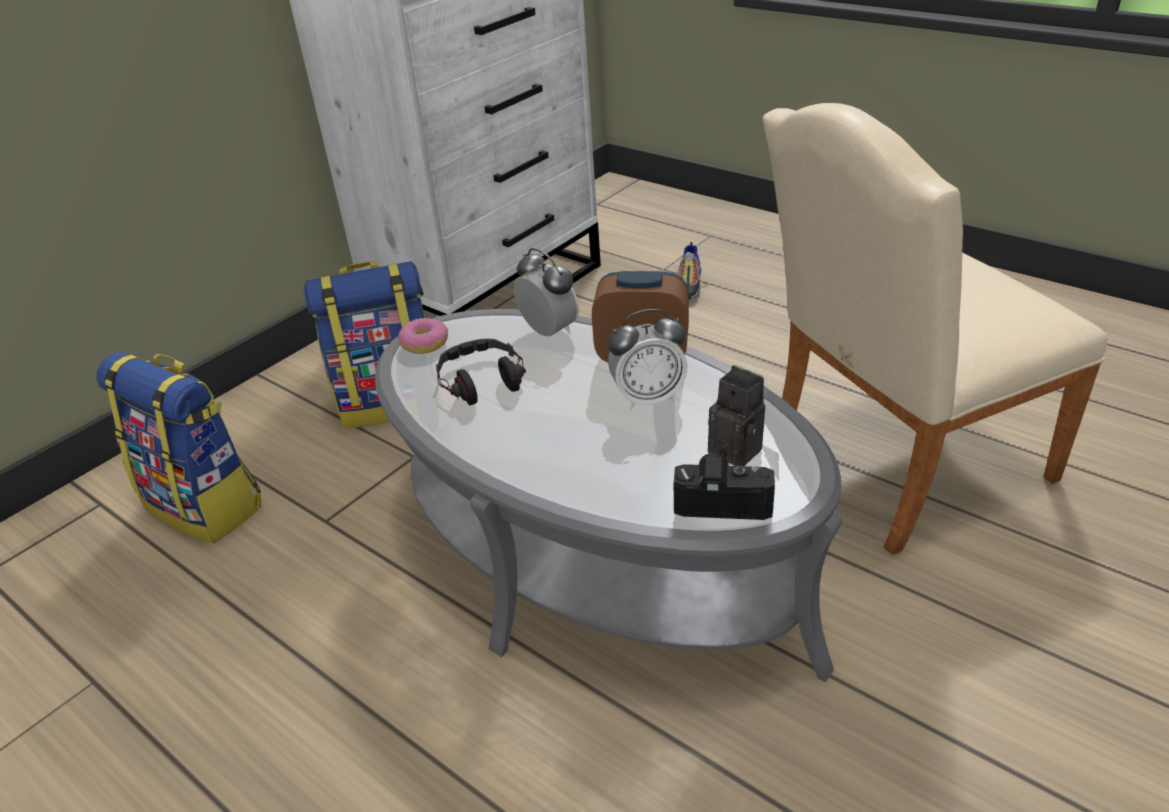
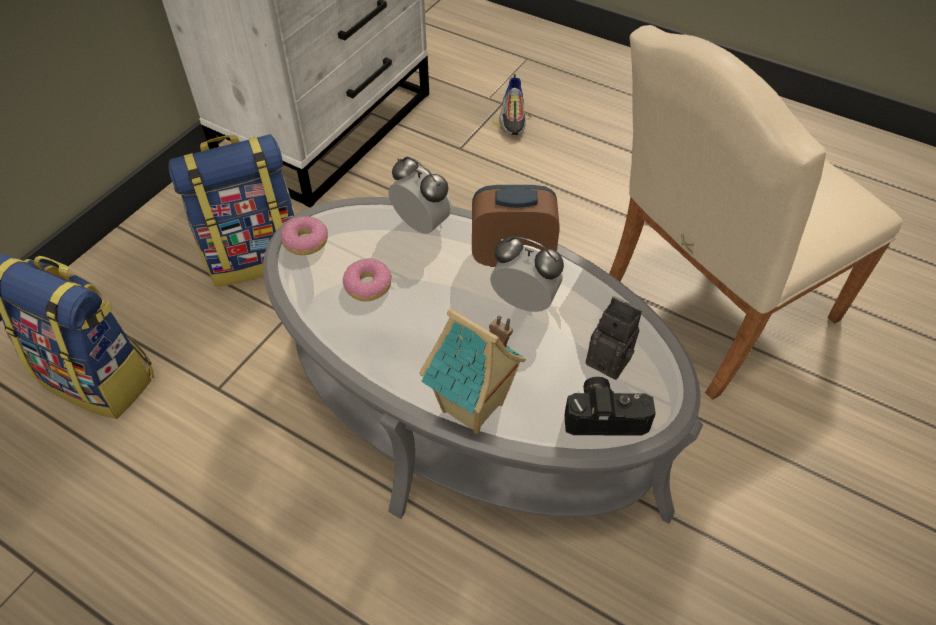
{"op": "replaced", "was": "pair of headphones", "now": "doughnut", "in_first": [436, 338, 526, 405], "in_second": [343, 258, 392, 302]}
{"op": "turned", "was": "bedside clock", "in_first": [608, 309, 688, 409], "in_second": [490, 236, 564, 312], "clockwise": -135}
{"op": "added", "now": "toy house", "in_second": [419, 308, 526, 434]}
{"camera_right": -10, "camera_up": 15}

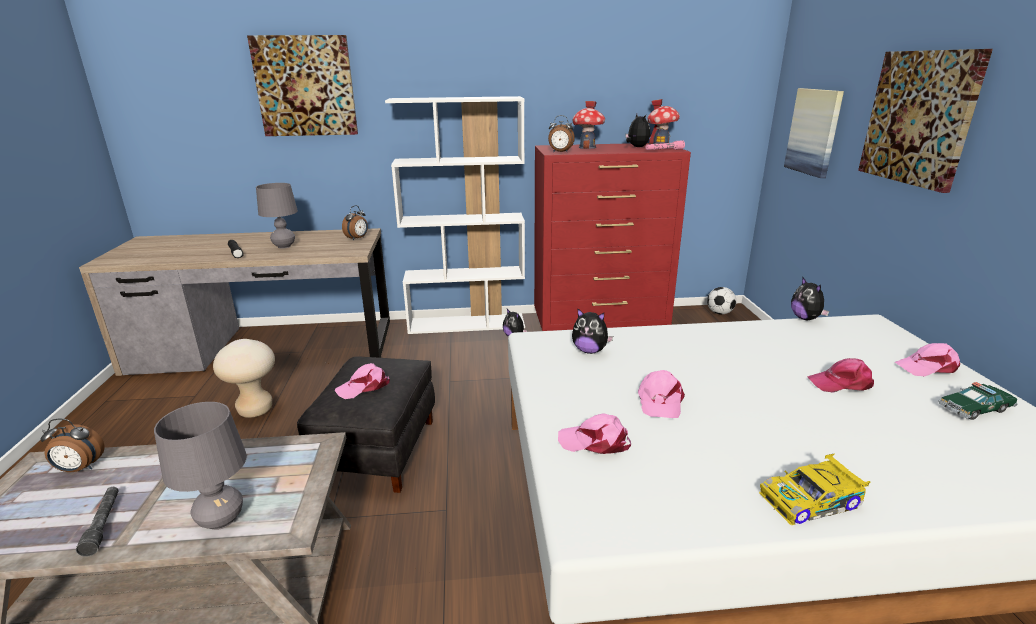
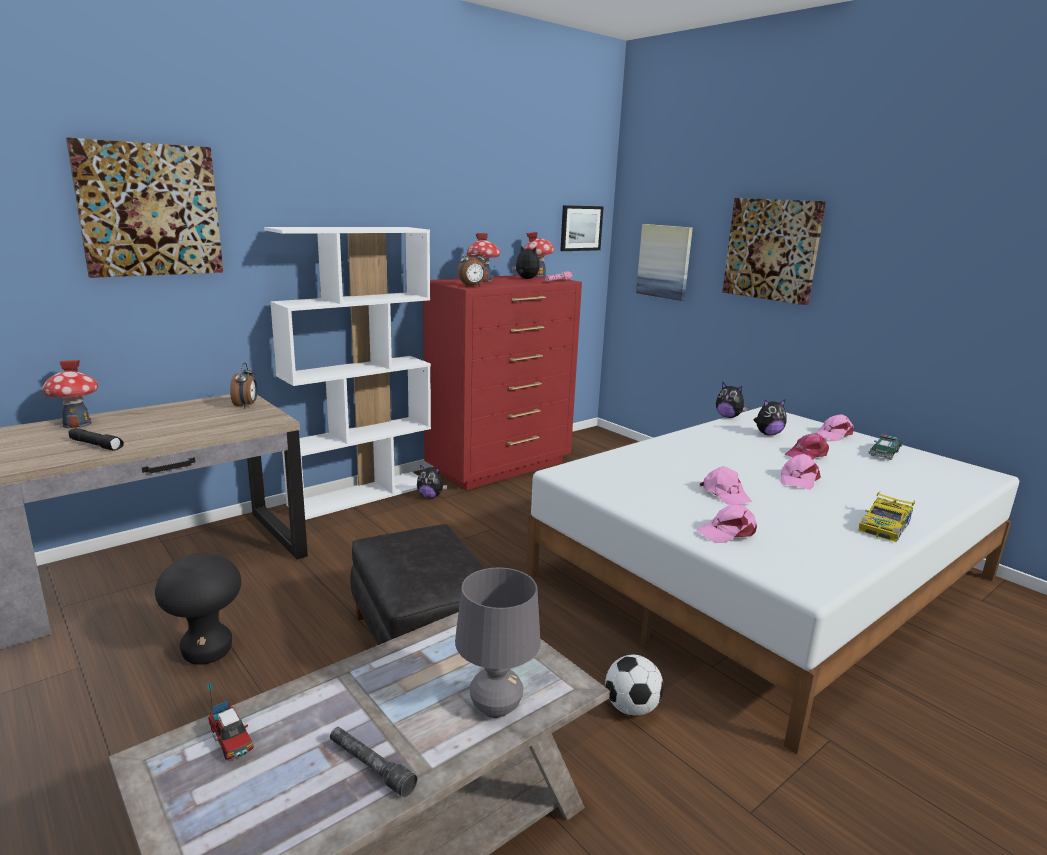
{"op": "replaced", "was": "bedside clock", "now": "toy truck", "in_first": [40, 419, 105, 472], "in_second": [207, 682, 254, 760]}
{"op": "recoloured", "was": "beige-coloured sitting stool", "now": "black-coloured sitting stool", "in_first": [213, 339, 275, 418], "in_second": [155, 553, 241, 665]}
{"op": "removed", "was": "gray tabletop lamp", "in_first": [256, 183, 298, 248]}
{"op": "moved", "was": "pink baseball cap", "in_first": [335, 363, 390, 399], "in_second": [780, 454, 821, 490]}
{"op": "moved", "was": "soft toy", "in_first": [572, 309, 613, 354], "in_second": [754, 399, 787, 436]}
{"op": "moved", "was": "football", "in_first": [707, 287, 736, 315], "in_second": [605, 655, 664, 716]}
{"op": "added", "now": "toy house", "in_second": [42, 360, 98, 428]}
{"op": "added", "now": "wall picture", "in_second": [560, 205, 604, 251]}
{"camera_right": -35, "camera_up": -5}

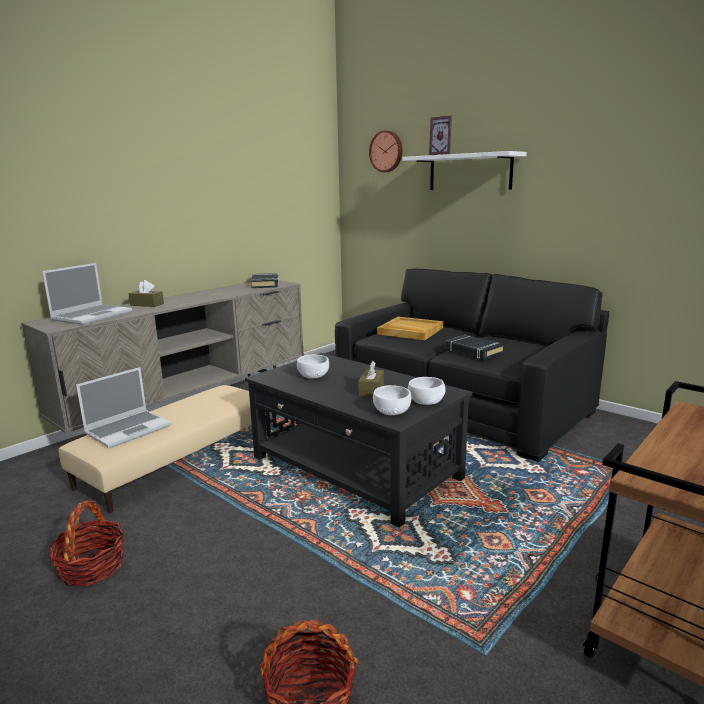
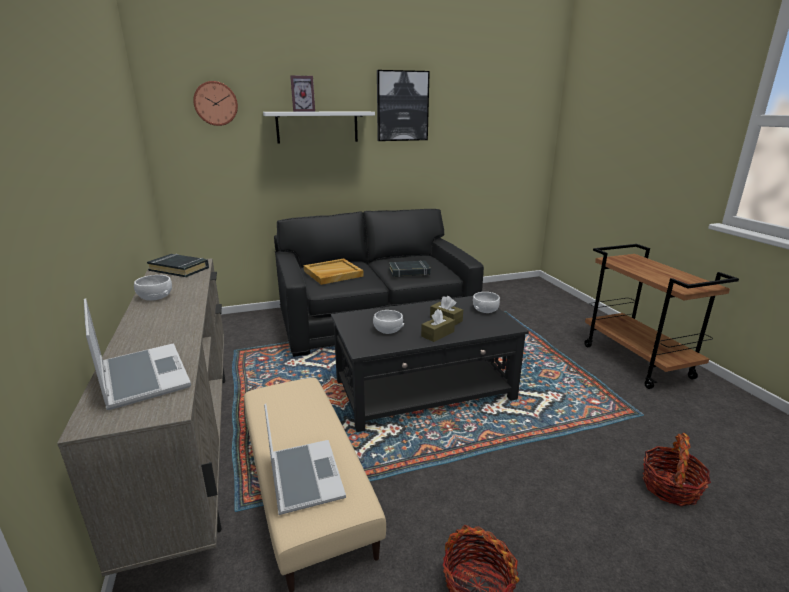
{"op": "moved", "was": "brownish tissue holder", "in_first": [128, 280, 164, 307], "in_second": [421, 309, 455, 342]}
{"op": "moved", "was": "whitish deep dish", "in_first": [373, 385, 411, 415], "in_second": [134, 275, 172, 301]}
{"op": "added", "now": "wall picture", "in_second": [377, 70, 430, 141]}
{"camera_right": -60, "camera_up": 5}

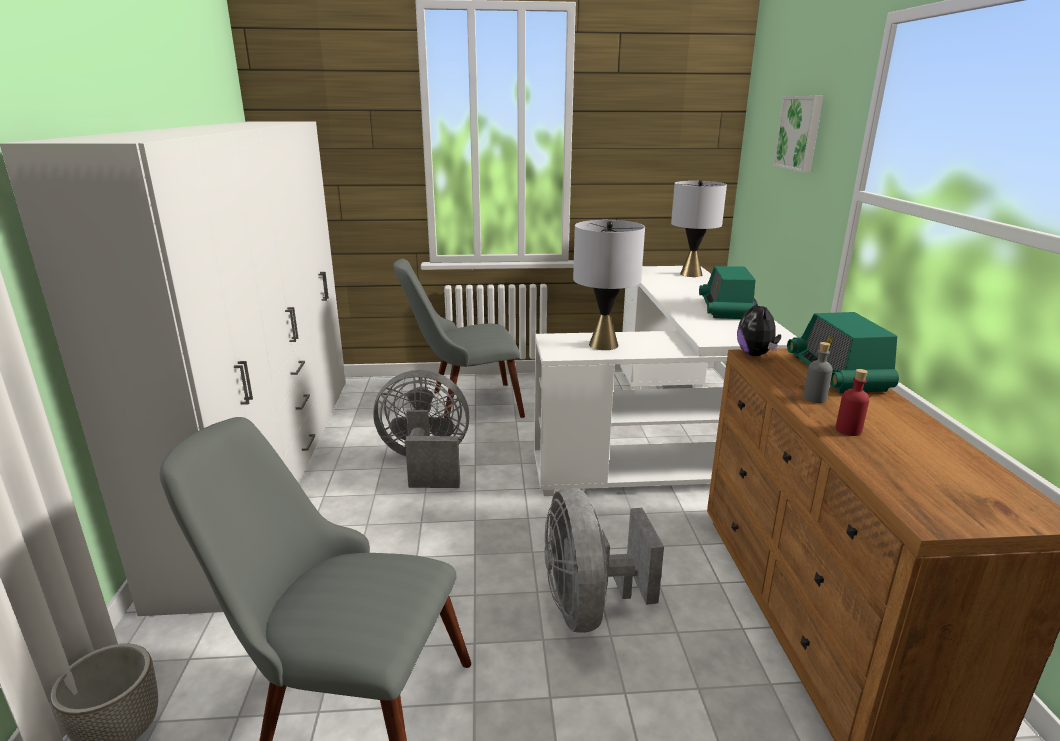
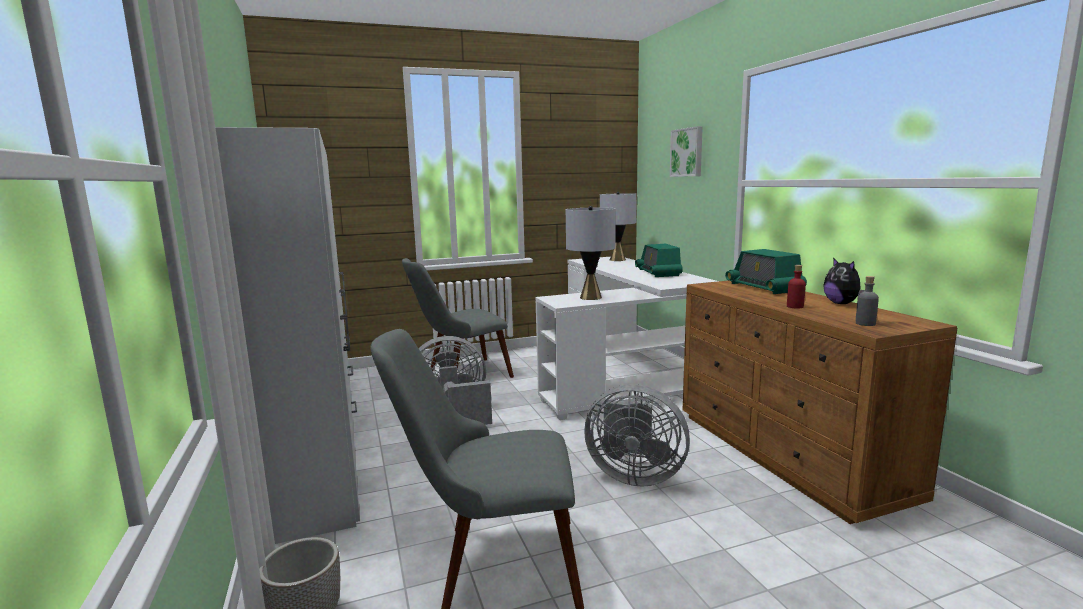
{"op": "turned", "was": "gray electric fan", "in_first": [544, 488, 664, 633], "in_second": [584, 384, 690, 487], "clockwise": -45}
{"op": "moved", "was": "soft toy", "in_first": [737, 298, 781, 356], "in_second": [823, 257, 865, 304]}
{"op": "moved", "was": "gray beverage bottle", "in_first": [803, 342, 833, 403], "in_second": [855, 276, 879, 326]}
{"camera_right": -15, "camera_up": -10}

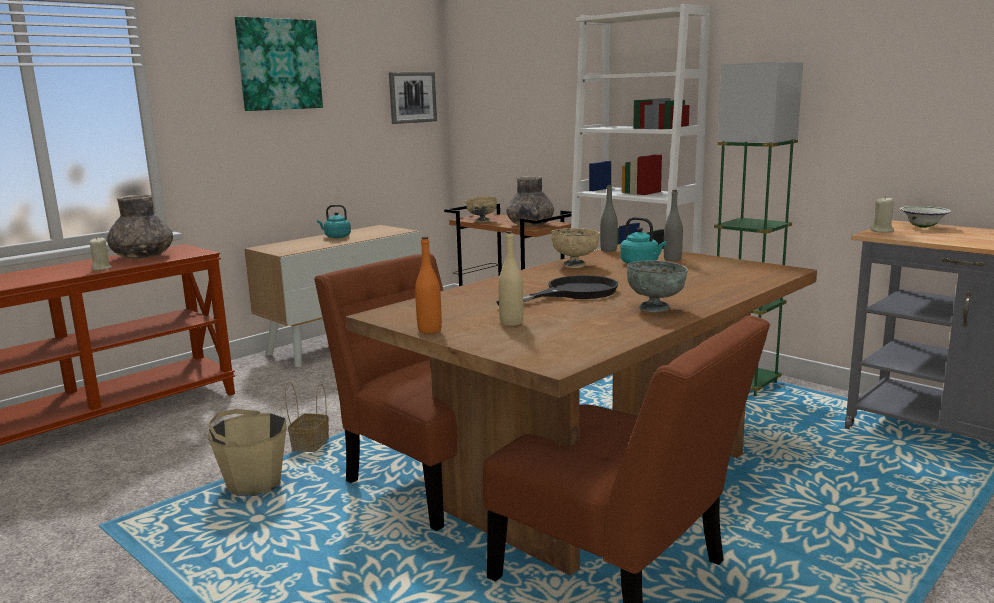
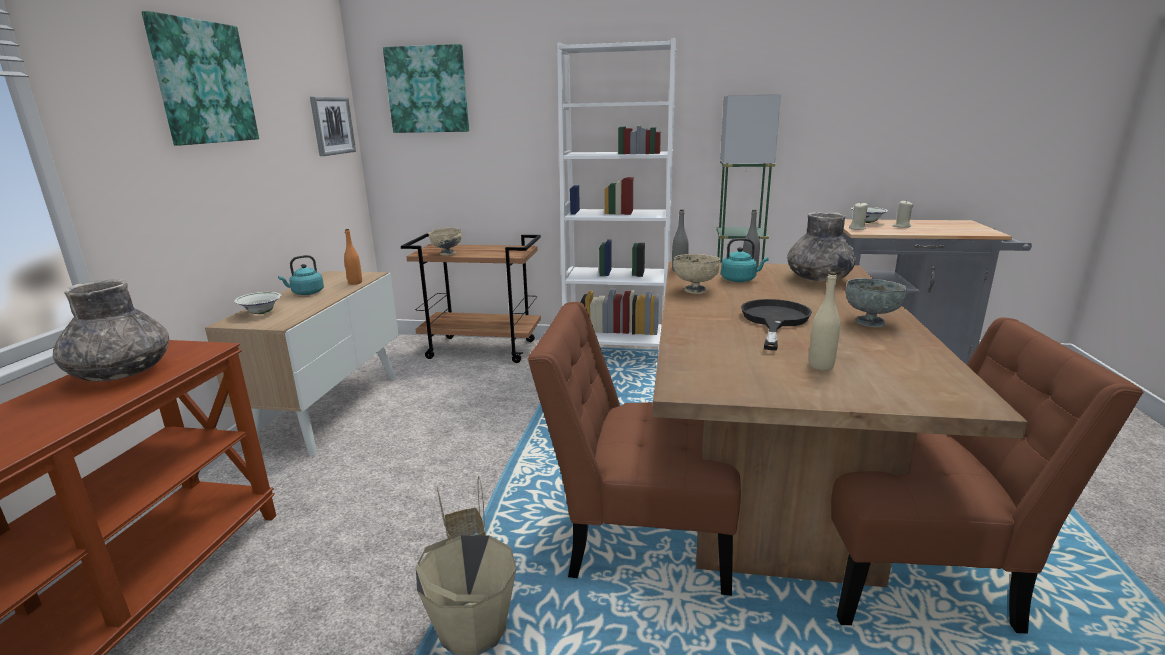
{"op": "moved", "was": "beige-coloured wax light", "in_first": [90, 237, 112, 271], "in_second": [893, 200, 913, 228]}
{"op": "moved", "was": "orange beverage bottle", "in_first": [415, 237, 442, 334], "in_second": [344, 229, 362, 285]}
{"op": "moved", "was": "gray vase", "in_first": [506, 176, 554, 226], "in_second": [787, 212, 856, 282]}
{"op": "added", "now": "whitish deep dish", "in_second": [234, 292, 281, 314]}
{"op": "added", "now": "wall picture", "in_second": [383, 44, 469, 133]}
{"camera_right": -35, "camera_up": 5}

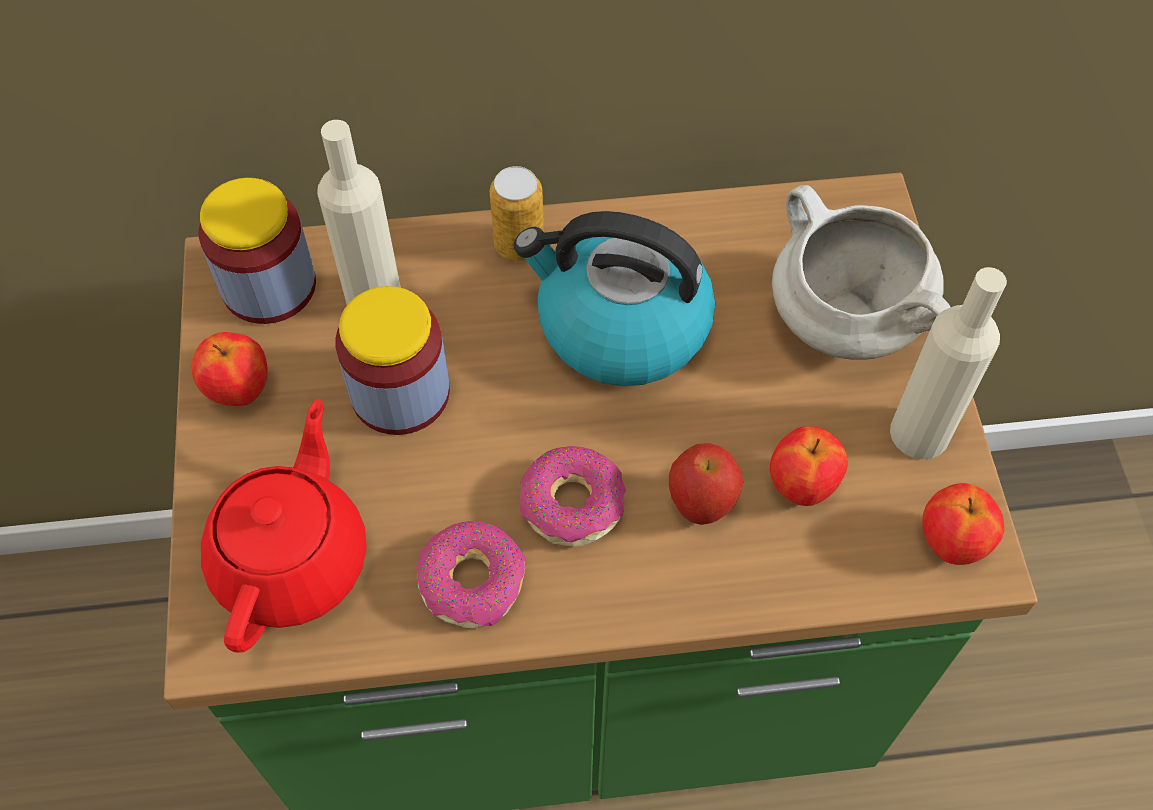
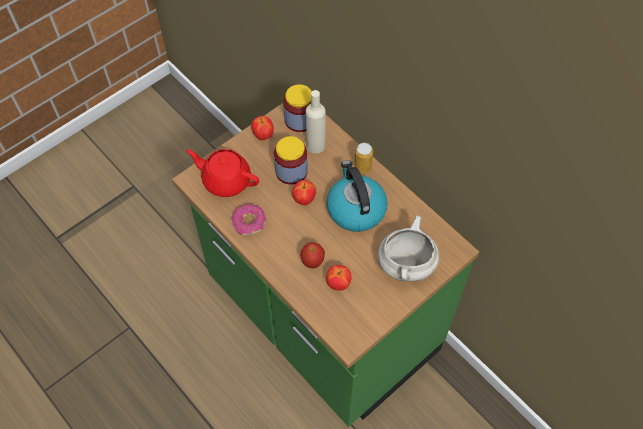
{"op": "turned", "was": "reddish pot for tea", "in_first": [201, 399, 367, 653], "in_second": [186, 149, 259, 197], "clockwise": -135}
{"op": "removed", "was": "doughnut", "in_first": [520, 446, 626, 547]}
{"op": "removed", "was": "beige-coloured beverage bottle", "in_first": [890, 267, 1007, 459]}
{"op": "moved", "was": "whole apple", "in_first": [922, 483, 1004, 565], "in_second": [292, 180, 316, 205]}
{"camera_right": 55, "camera_up": 0}

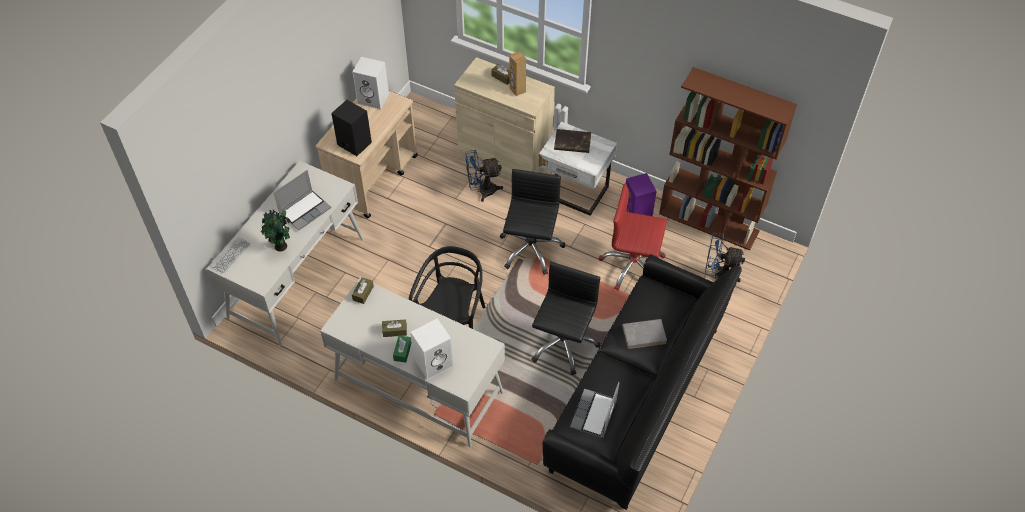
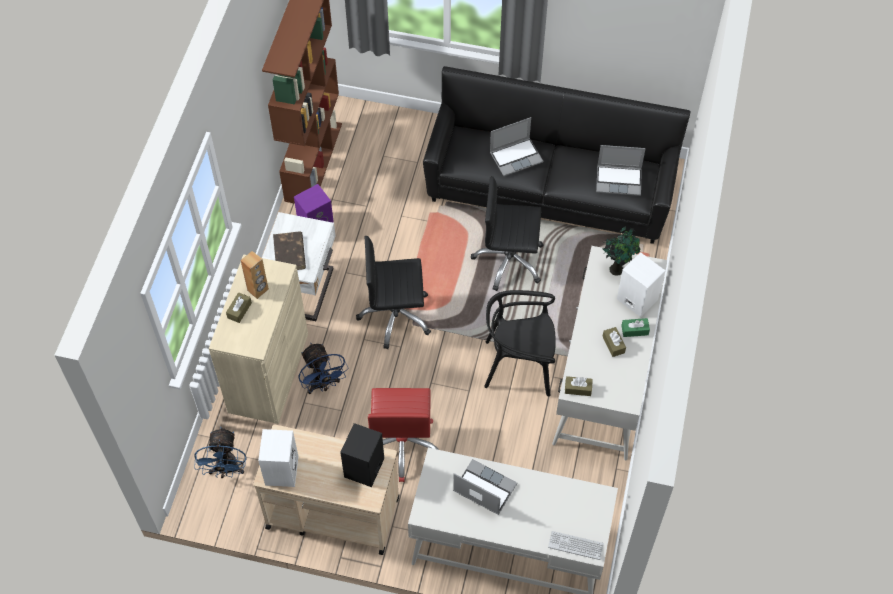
{"op": "moved", "was": "plant in a pot", "in_first": [261, 209, 291, 251], "in_second": [602, 226, 641, 276]}
{"op": "moved", "was": "reddish computer chair", "in_first": [599, 184, 667, 290], "in_second": [368, 388, 439, 482]}
{"op": "replaced", "was": "gray bound book", "now": "notebook computer", "in_first": [622, 319, 667, 349], "in_second": [490, 117, 543, 176]}
{"op": "moved", "was": "blue electric fan", "in_first": [705, 233, 745, 282], "in_second": [194, 427, 247, 478]}
{"camera_right": -105, "camera_up": 5}

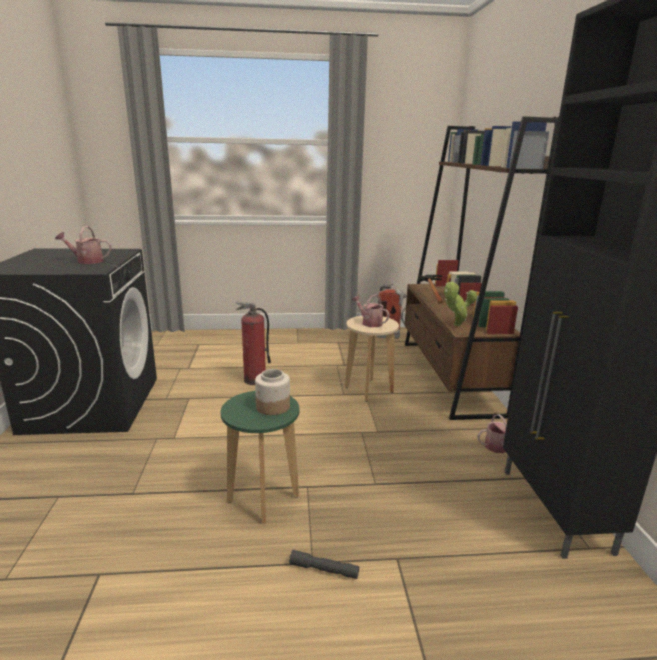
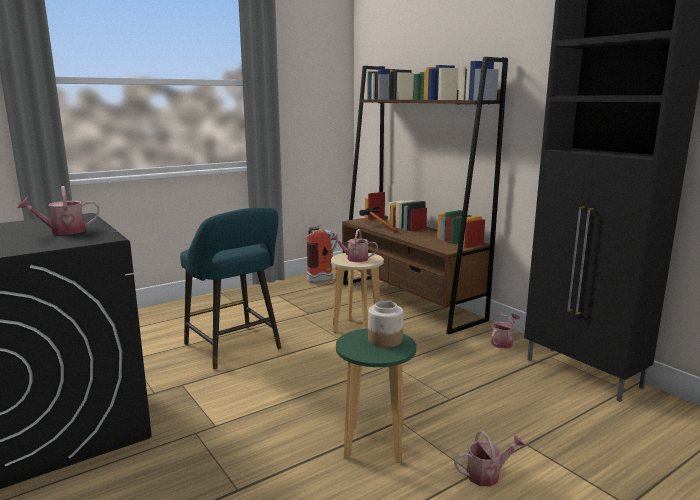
{"op": "replaced", "was": "fire extinguisher", "now": "blue-green sitting stool", "in_first": [236, 301, 271, 385], "in_second": [180, 207, 281, 370]}
{"op": "replaced", "was": "gray hand torch", "now": "sprinkling can", "in_first": [289, 550, 359, 579], "in_second": [454, 431, 526, 487]}
{"op": "removed", "was": "plant in a pot", "in_first": [444, 282, 477, 326]}
{"camera_right": -30, "camera_up": -5}

